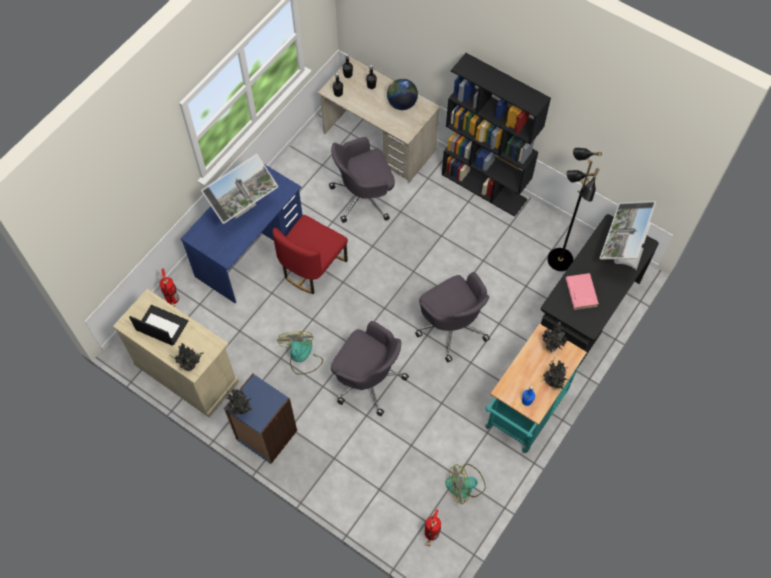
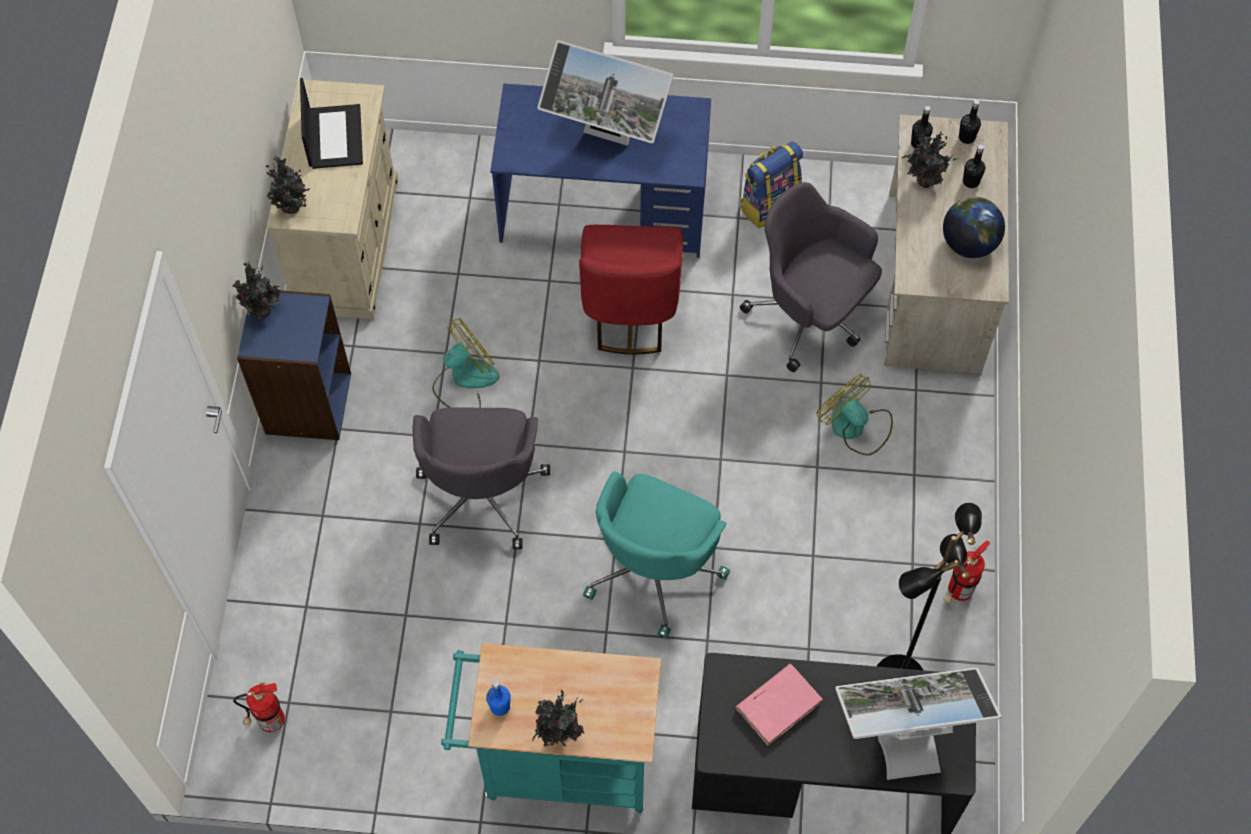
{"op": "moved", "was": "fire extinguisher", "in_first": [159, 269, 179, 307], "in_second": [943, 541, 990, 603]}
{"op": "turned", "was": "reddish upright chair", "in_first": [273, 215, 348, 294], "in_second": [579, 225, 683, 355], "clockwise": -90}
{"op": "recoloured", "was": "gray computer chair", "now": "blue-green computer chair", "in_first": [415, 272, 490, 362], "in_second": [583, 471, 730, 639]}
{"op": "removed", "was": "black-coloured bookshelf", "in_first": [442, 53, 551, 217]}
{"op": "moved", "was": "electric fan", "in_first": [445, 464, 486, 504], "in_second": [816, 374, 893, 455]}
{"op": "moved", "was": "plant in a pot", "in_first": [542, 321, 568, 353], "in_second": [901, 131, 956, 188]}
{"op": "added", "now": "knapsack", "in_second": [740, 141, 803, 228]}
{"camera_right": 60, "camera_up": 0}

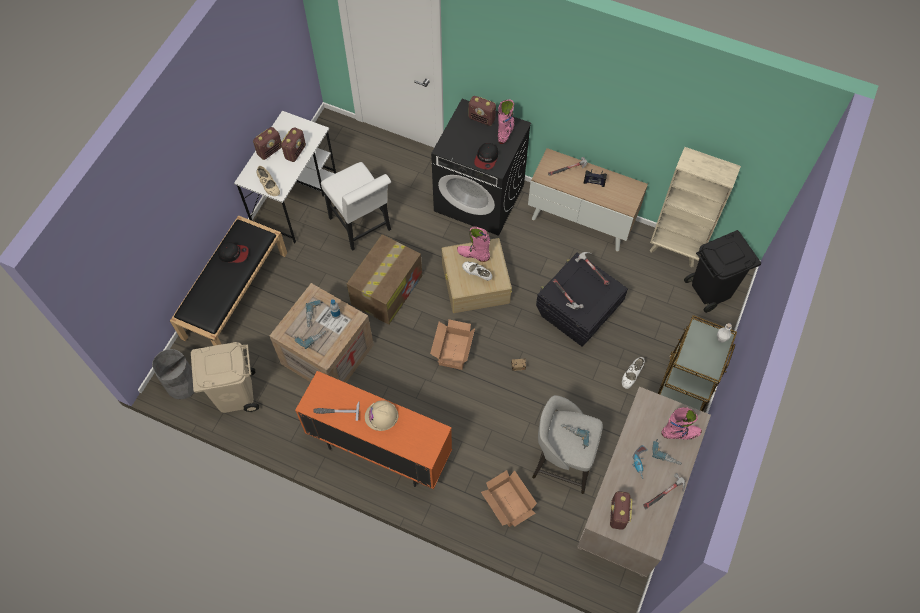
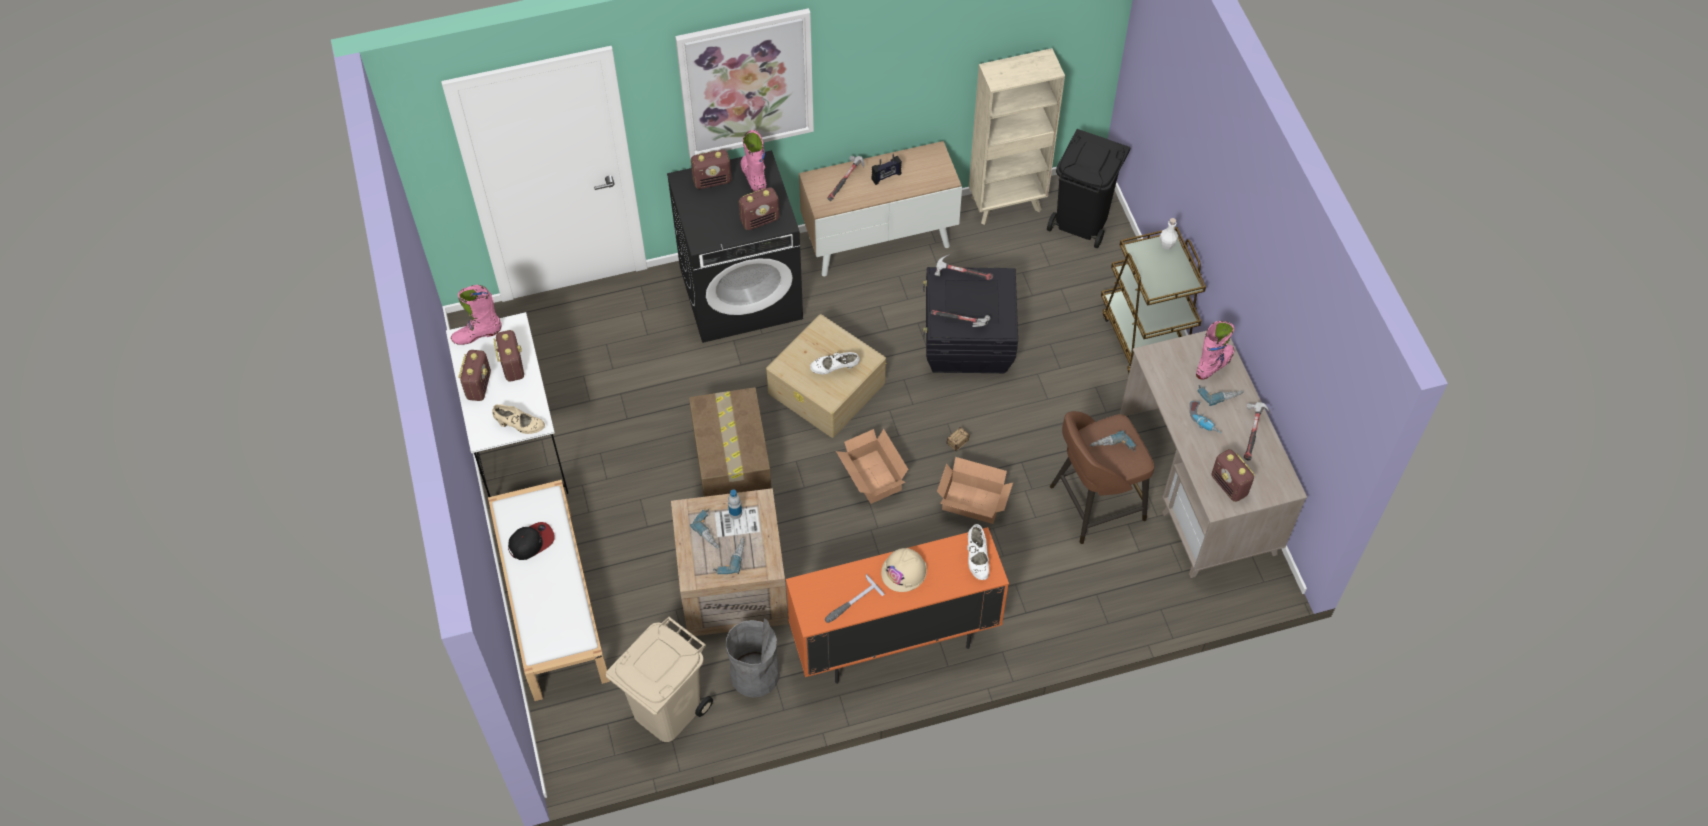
{"op": "moved", "was": "gray rubbish bin", "in_first": [152, 349, 195, 400], "in_second": [726, 618, 780, 698]}
{"op": "recoloured", "was": "black-coloured bench", "now": "whitish bench", "in_first": [170, 215, 287, 346], "in_second": [488, 480, 610, 701]}
{"op": "removed", "was": "whitish upright chair", "in_first": [321, 162, 391, 251]}
{"op": "moved", "was": "pink boot", "in_first": [457, 227, 491, 262], "in_second": [451, 285, 501, 345]}
{"op": "replaced", "was": "baseball cap", "now": "radio set", "in_first": [474, 143, 498, 170], "in_second": [739, 187, 780, 230]}
{"op": "moved", "was": "cardboard box", "in_first": [481, 470, 537, 527], "in_second": [937, 457, 1013, 524]}
{"op": "recoloured", "was": "gray sitting stool", "now": "brownish sitting stool", "in_first": [532, 395, 603, 494], "in_second": [1050, 411, 1154, 544]}
{"op": "moved", "was": "whitish shoe", "in_first": [622, 357, 645, 389], "in_second": [967, 524, 989, 580]}
{"op": "added", "now": "wall picture", "in_second": [675, 8, 814, 159]}
{"camera_right": -40, "camera_up": -5}

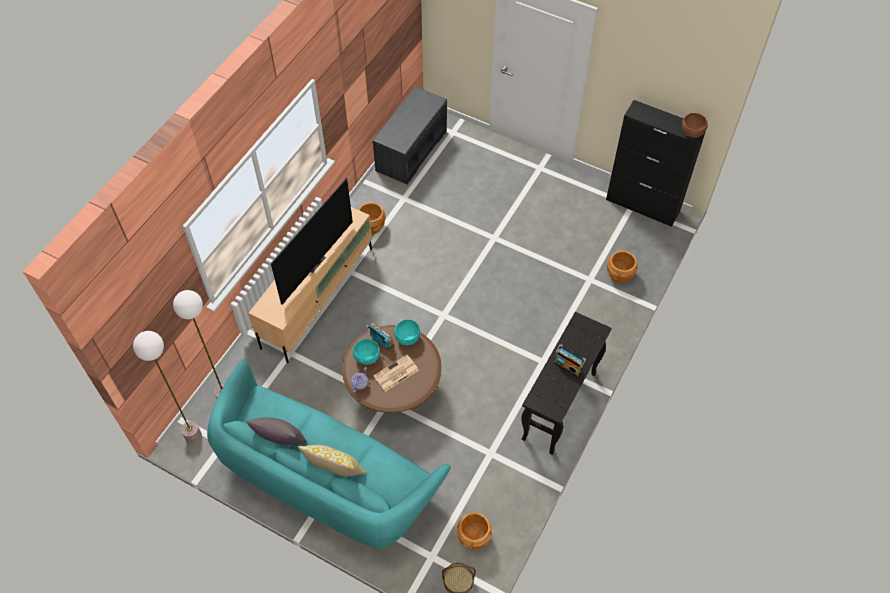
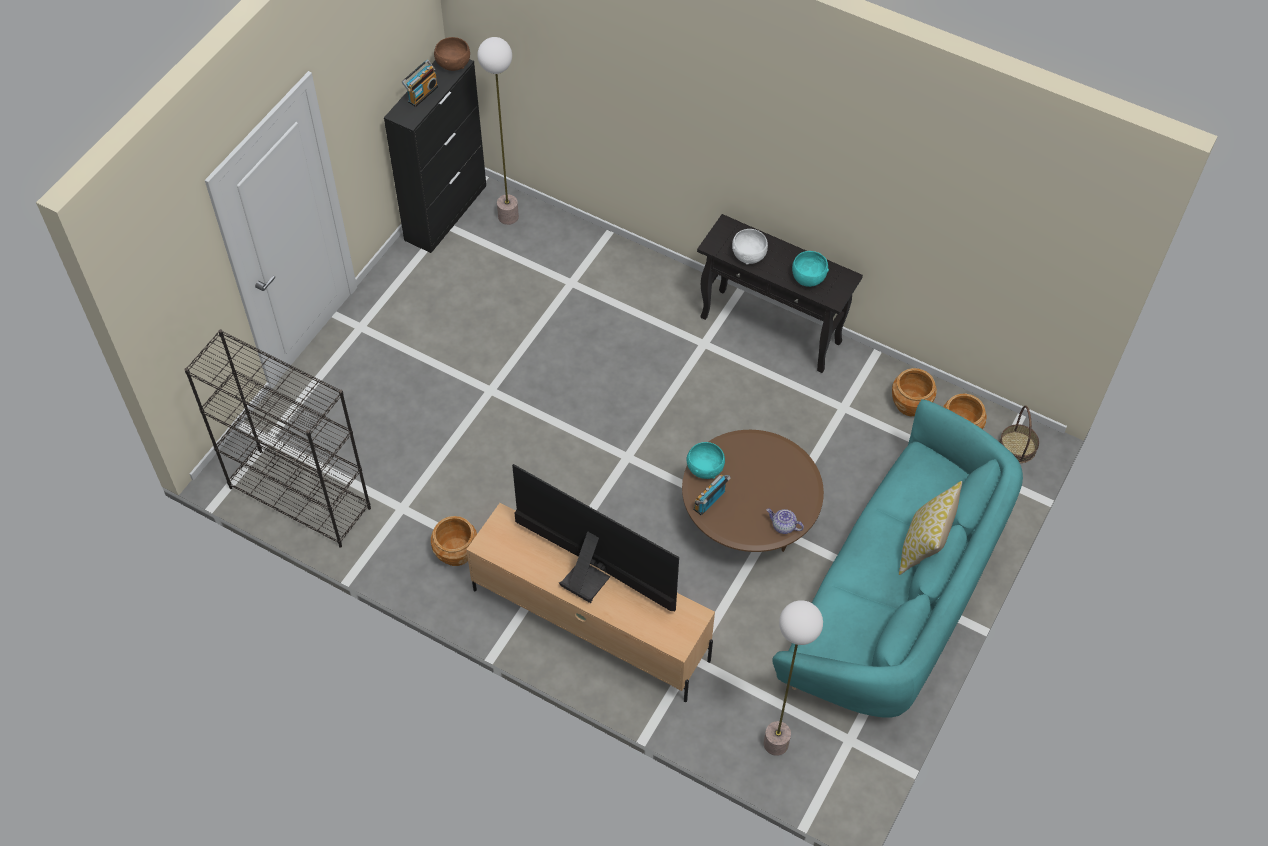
{"op": "moved", "was": "standing lamp", "in_first": [133, 331, 202, 444], "in_second": [478, 37, 519, 225]}
{"op": "removed", "was": "gray pillow", "in_first": [246, 417, 307, 445]}
{"op": "moved", "was": "blue-green deep dish", "in_first": [353, 339, 380, 365], "in_second": [792, 251, 829, 287]}
{"op": "replaced", "was": "gray bench", "now": "black-coloured bookshelf", "in_first": [373, 87, 447, 184], "in_second": [184, 329, 371, 548]}
{"op": "removed", "was": "printed paper", "in_first": [373, 355, 419, 392]}
{"op": "moved", "was": "radio set", "in_first": [554, 344, 586, 377], "in_second": [402, 60, 438, 107]}
{"op": "moved", "was": "brownish planter", "in_first": [607, 251, 638, 283], "in_second": [892, 368, 937, 416]}
{"op": "added", "now": "whitish deep dish", "in_second": [732, 229, 768, 265]}
{"camera_right": -90, "camera_up": 0}

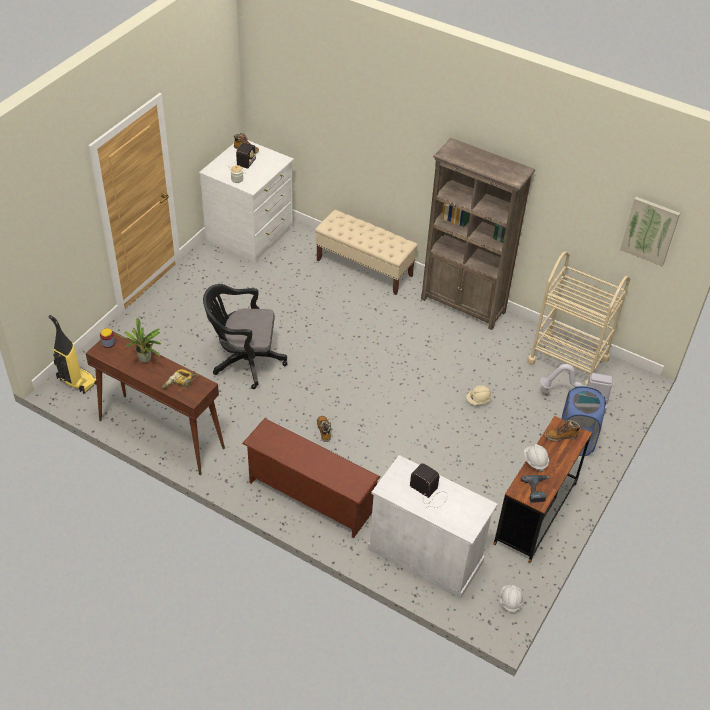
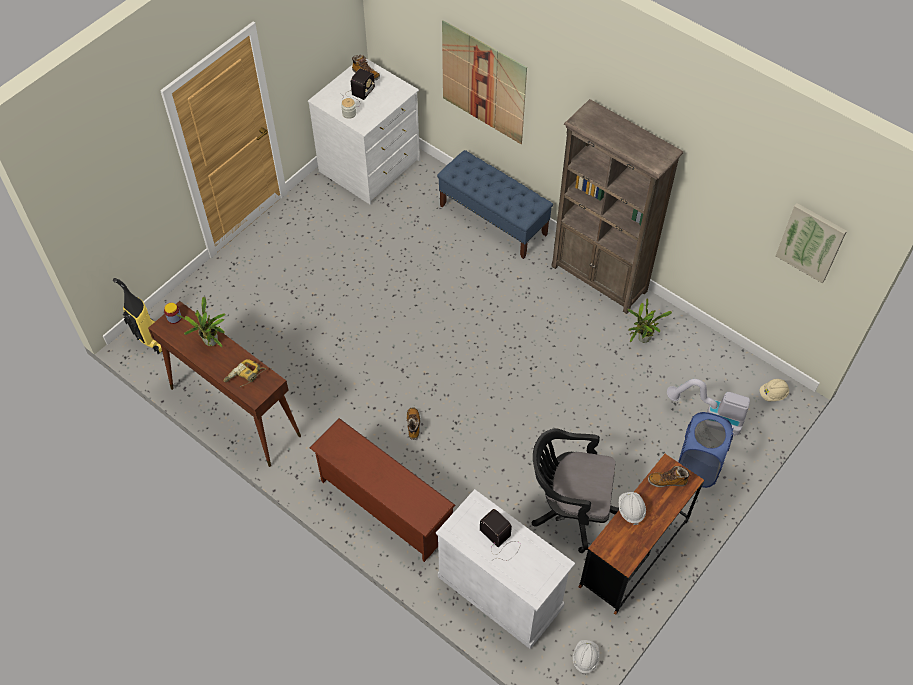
{"op": "moved", "was": "black-coloured computer chair", "in_first": [203, 284, 287, 389], "in_second": [532, 429, 619, 553]}
{"op": "recoloured", "was": "beige-coloured bench", "now": "blue bench", "in_first": [315, 210, 418, 295], "in_second": [437, 150, 553, 259]}
{"op": "moved", "was": "beige-coloured safety helmet", "in_first": [466, 385, 492, 405], "in_second": [760, 379, 789, 401]}
{"op": "removed", "was": "electric drill", "in_first": [521, 475, 549, 503]}
{"op": "removed", "was": "beige-coloured cart", "in_first": [527, 251, 630, 386]}
{"op": "added", "now": "wall picture", "in_second": [442, 20, 527, 144]}
{"op": "added", "now": "plant in a pot", "in_second": [627, 298, 672, 343]}
{"camera_right": 10, "camera_up": 10}

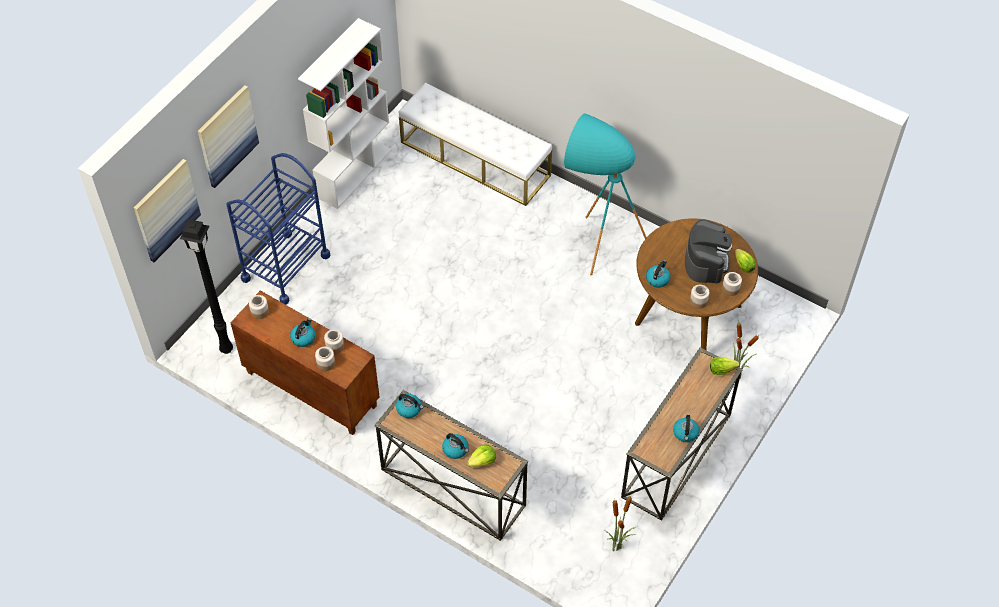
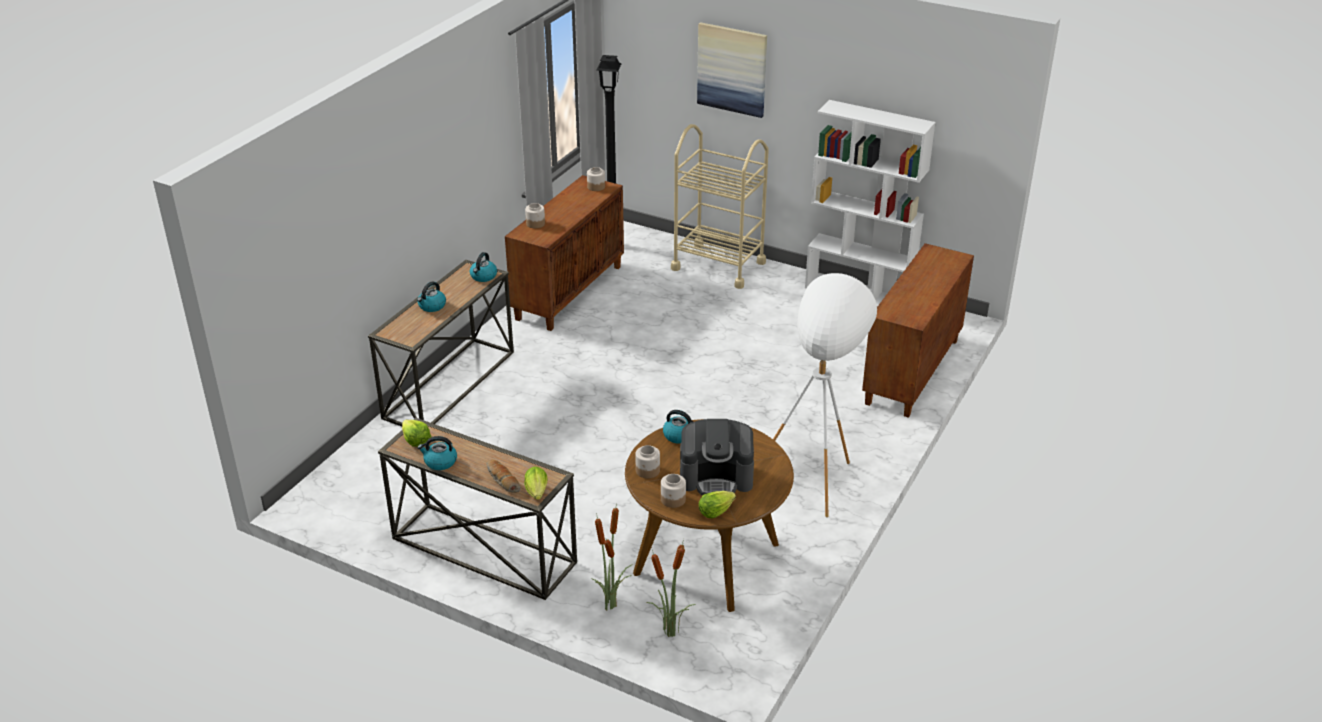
{"op": "removed", "was": "wall picture", "in_first": [134, 159, 201, 262]}
{"op": "recoloured", "was": "blue cart", "now": "beige-coloured cart", "in_first": [226, 153, 330, 305], "in_second": [671, 124, 769, 289]}
{"op": "removed", "was": "water kettle", "in_first": [290, 318, 315, 347]}
{"op": "removed", "was": "storage jar", "in_first": [324, 329, 344, 354]}
{"op": "replaced", "was": "whitish bench", "now": "brownish cabinet", "in_first": [399, 83, 552, 206], "in_second": [862, 243, 974, 418]}
{"op": "moved", "was": "lettuce head", "in_first": [467, 444, 496, 467], "in_second": [402, 420, 432, 447]}
{"op": "recoloured", "was": "blue-green standing lamp", "now": "whitish standing lamp", "in_first": [564, 113, 647, 275], "in_second": [773, 273, 877, 518]}
{"op": "moved", "was": "plant in a pot", "in_first": [605, 495, 636, 551], "in_second": [646, 539, 696, 637]}
{"op": "added", "now": "bakery bread", "in_second": [486, 460, 520, 493]}
{"camera_right": 85, "camera_up": -20}

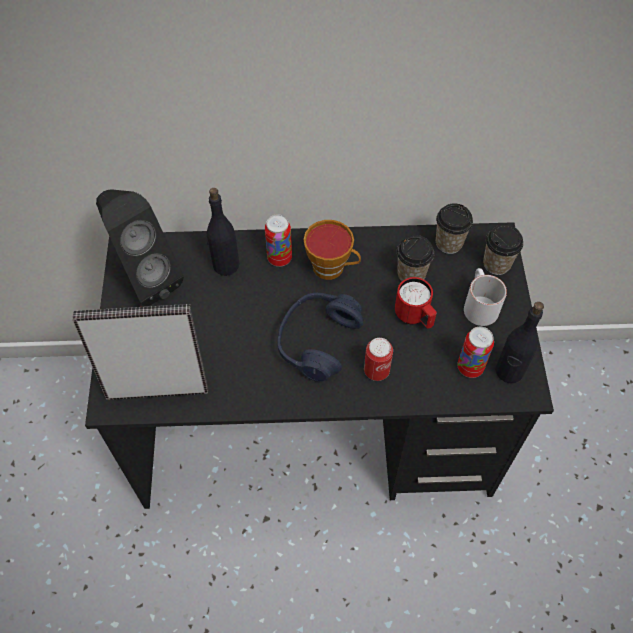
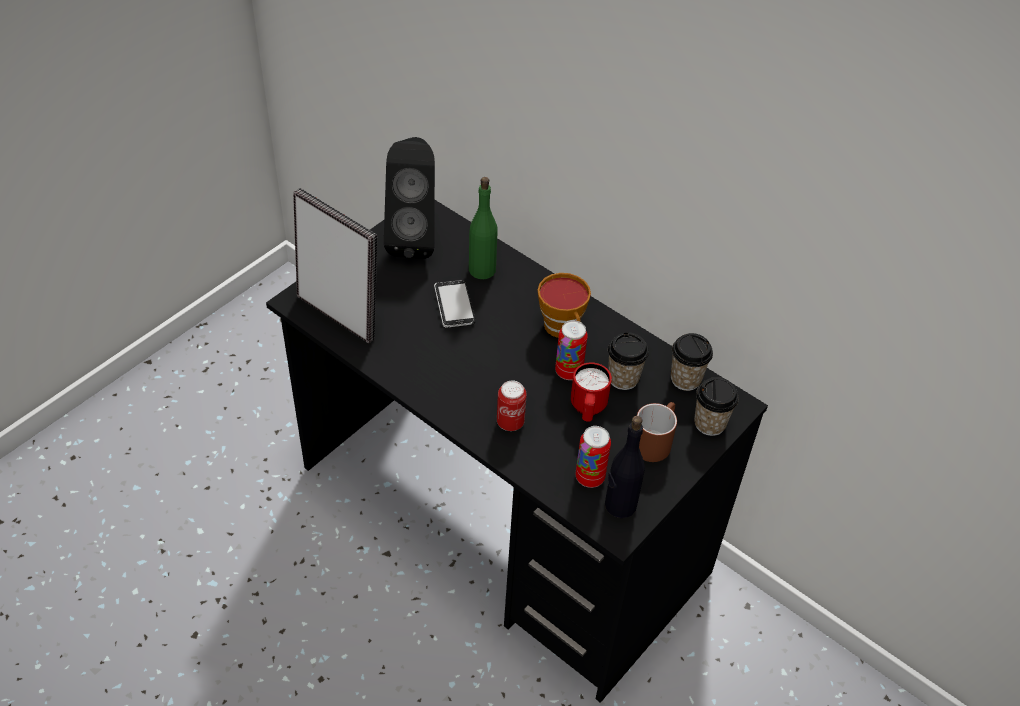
{"op": "recoloured", "was": "black-coloured beverage bottle", "now": "greenish beverage bottle", "in_first": [207, 188, 239, 276], "in_second": [469, 177, 498, 279]}
{"op": "moved", "was": "can", "in_first": [265, 214, 292, 267], "in_second": [555, 320, 588, 380]}
{"op": "removed", "was": "blue pair of headphones", "in_first": [278, 293, 363, 382]}
{"op": "recoloured", "was": "whitish mug", "now": "brownish mug", "in_first": [464, 268, 507, 326], "in_second": [637, 402, 677, 462]}
{"op": "added", "now": "handset", "in_second": [434, 280, 475, 328]}
{"camera_right": 40, "camera_up": -10}

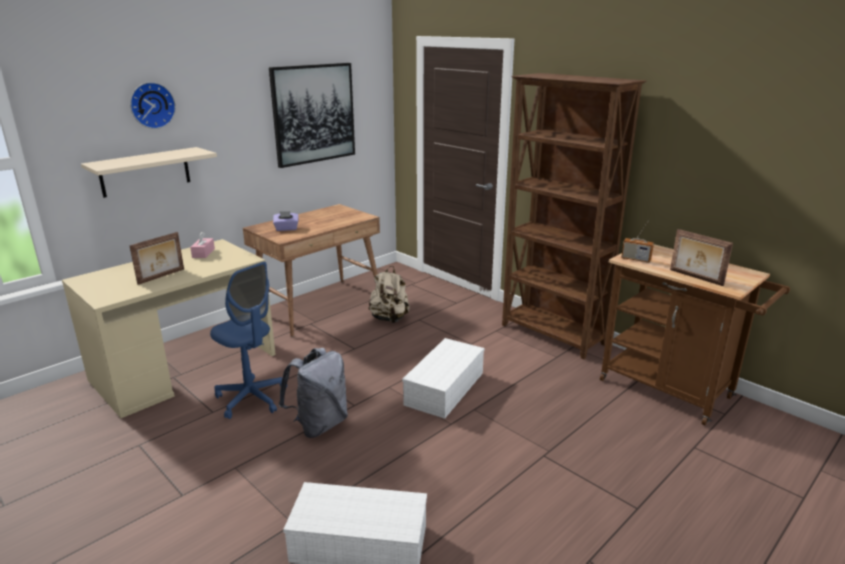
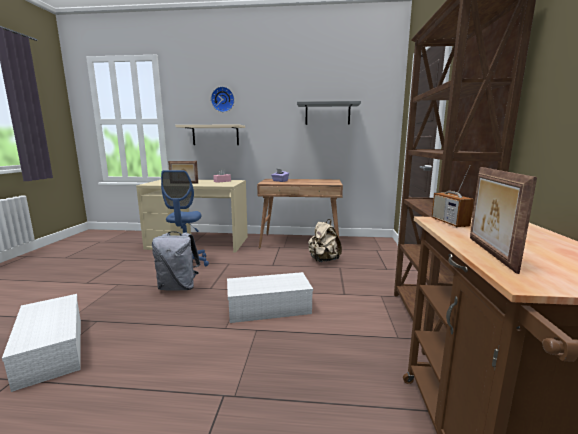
{"op": "replaced", "was": "wall picture", "now": "gray wall shelf", "in_first": [269, 63, 355, 168], "in_second": [297, 101, 361, 125]}
{"camera_right": 50, "camera_up": -10}

